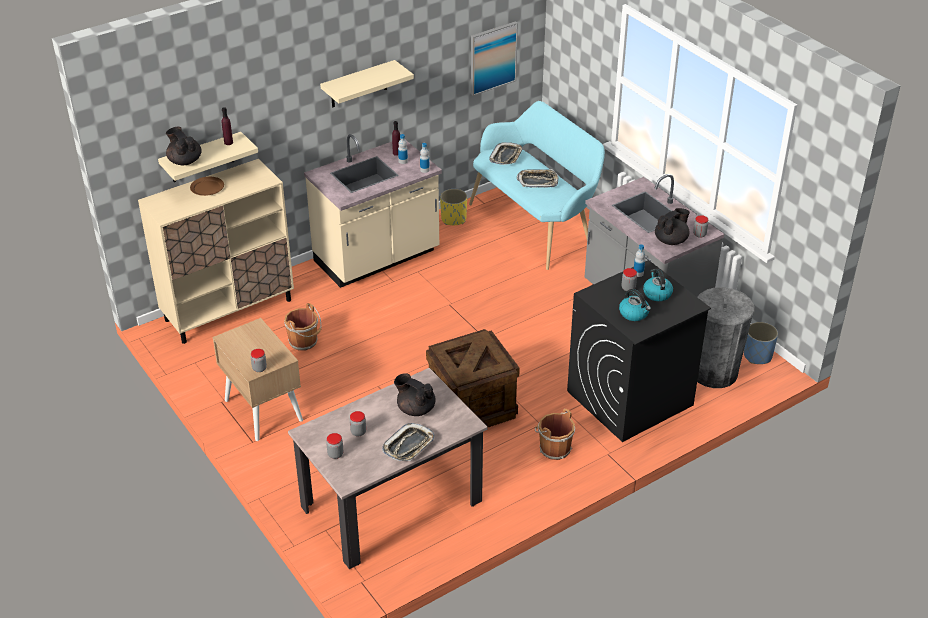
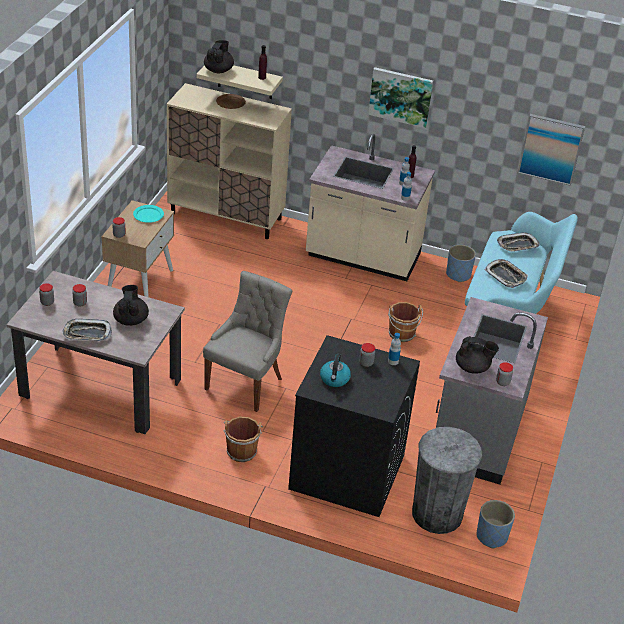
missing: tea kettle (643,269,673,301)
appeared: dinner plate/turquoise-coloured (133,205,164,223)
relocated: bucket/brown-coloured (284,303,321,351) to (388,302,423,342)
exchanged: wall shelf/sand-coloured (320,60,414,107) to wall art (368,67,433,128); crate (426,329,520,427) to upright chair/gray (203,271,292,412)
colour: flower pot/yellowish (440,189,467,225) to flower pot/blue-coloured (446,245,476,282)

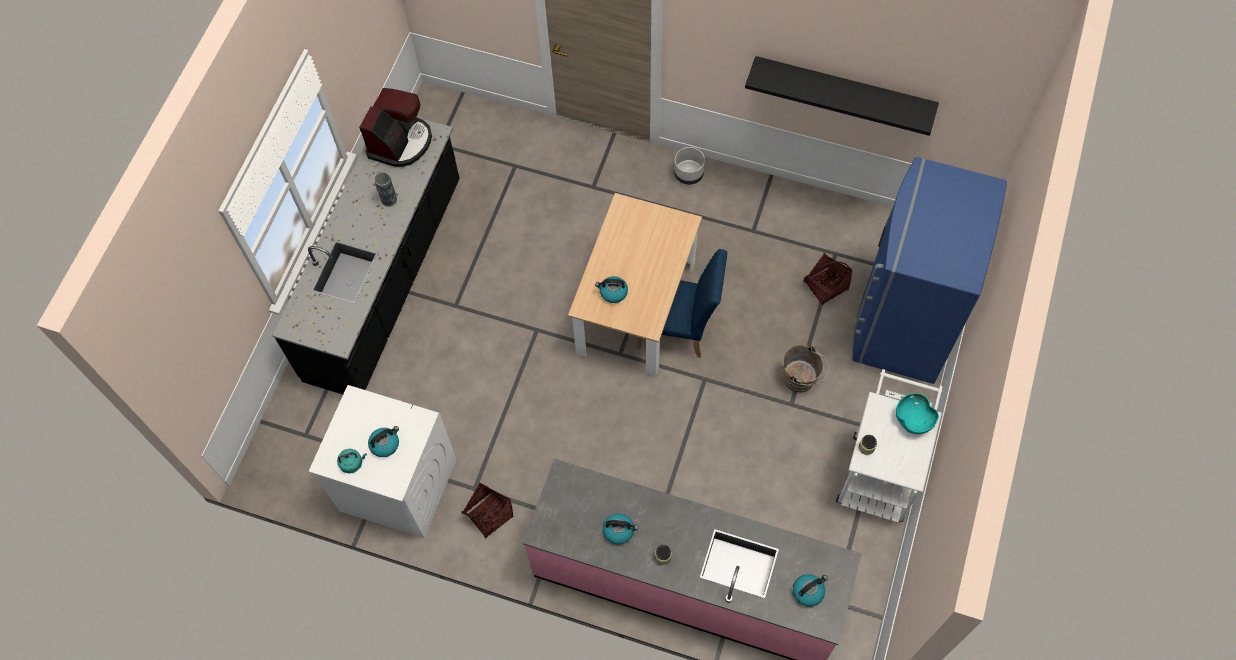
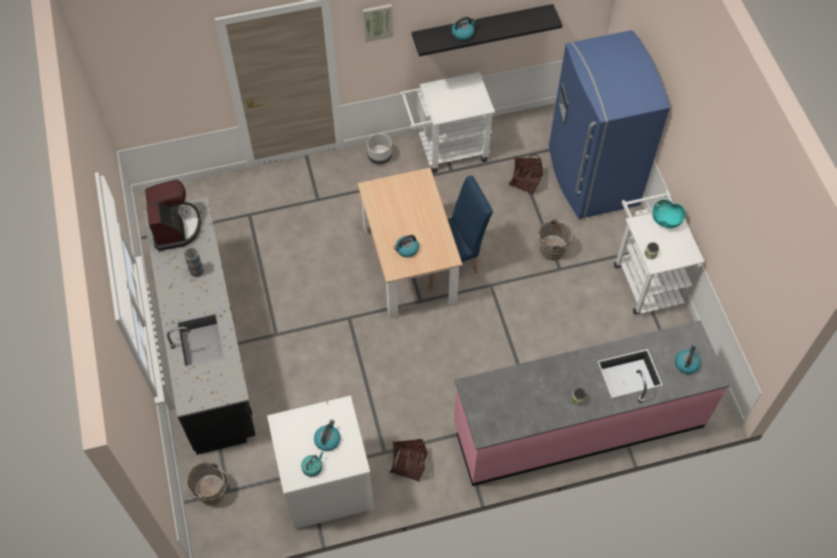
appeared: wall art (363,4,393,42); trolley/white-coloured (399,72,495,173); bucket/brown-coloured (186,462,228,505)
relocated: tea kettle (603,513,639,544) to (451,17,476,41)

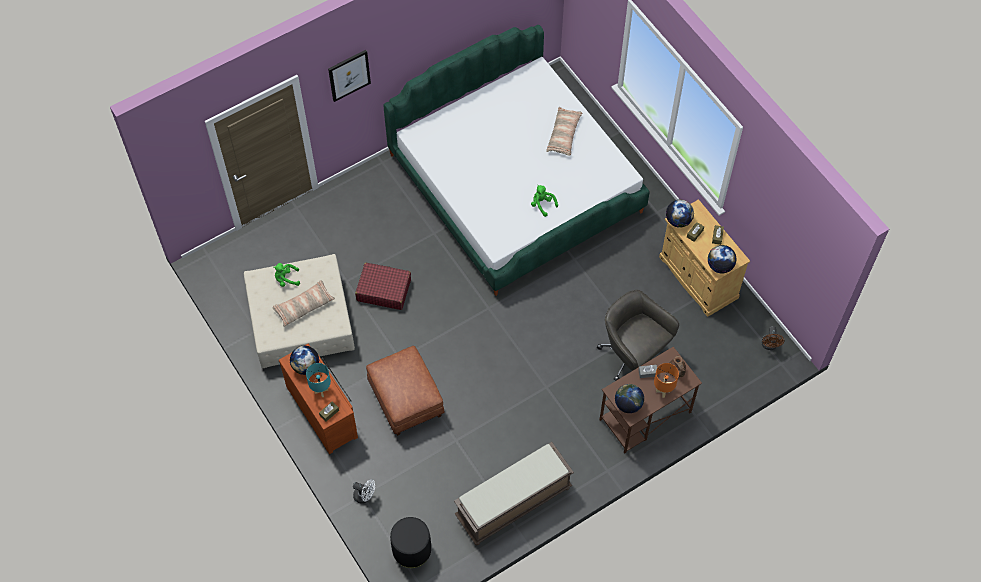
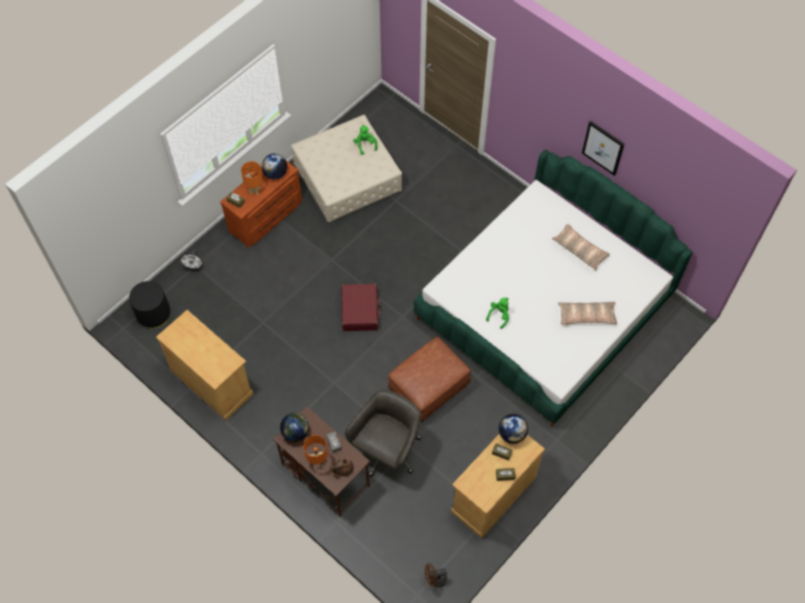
missing: world globe (708,245,737,274)
relocated: wall art (328,50,371,102) to (582,121,625,176); piece of luggage/red (355,263,411,310) to (342,284,380,331); pillow (272,280,335,327) to (552,224,610,270); ottoman/brown-coloured (366,346,445,436) to (388,337,471,422)
exchanged: indoor bench/brown-coloured (454,442,574,545) to cabinet/sand-coloured (156,310,253,420)
colour: tabletop lamp/turquoise-coloured (306,363,331,397) to tabletop lamp/orange (241,161,263,195)

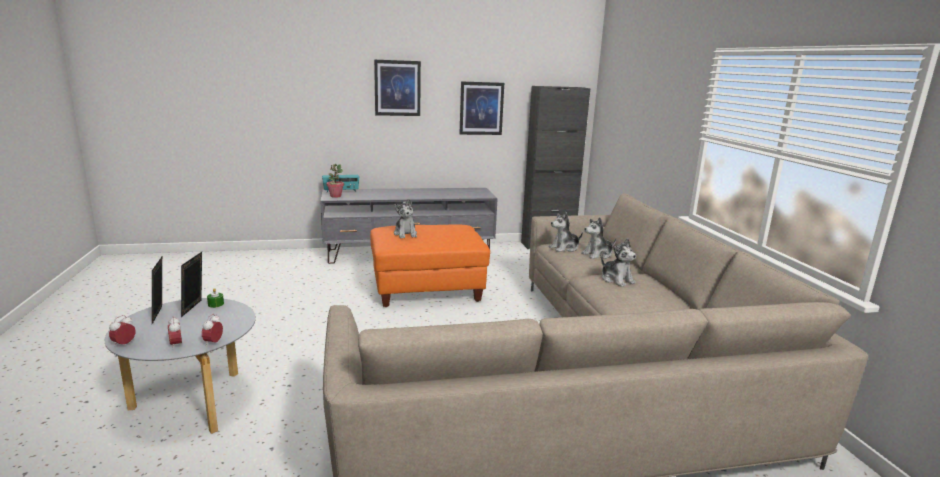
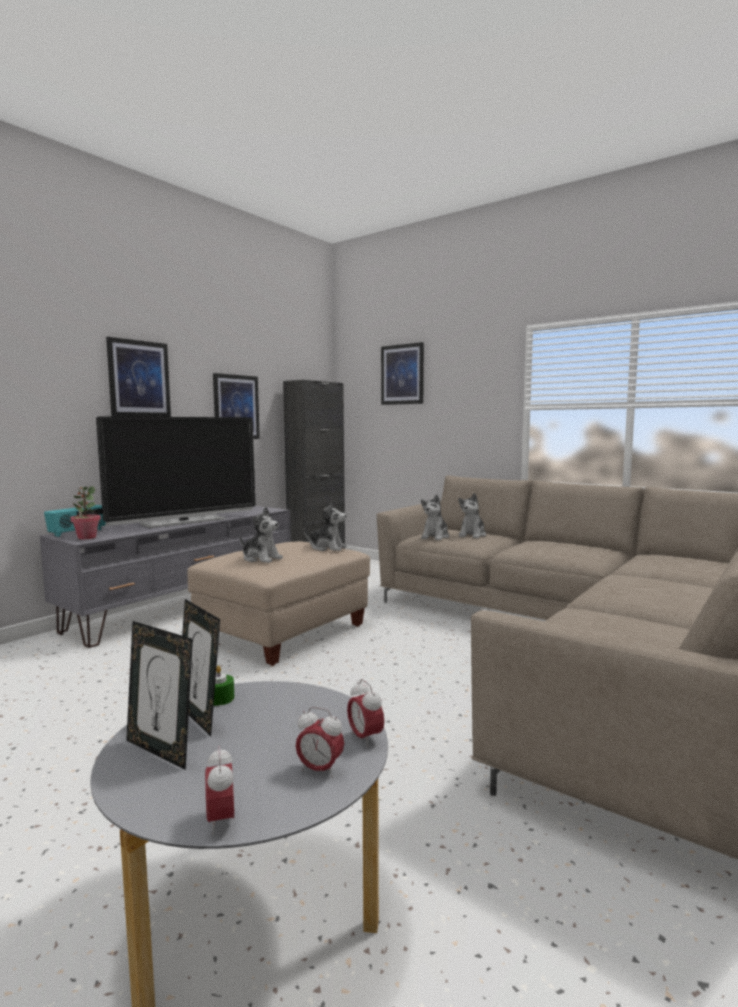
appeared: wall art (381,342,424,405); TV (96,416,255,528)
relocated: soft toy (601,238,636,287) to (304,500,347,551)
colour: ottoman/orange (370,224,490,307) to ottoman/sand-coloured (188,541,370,666)

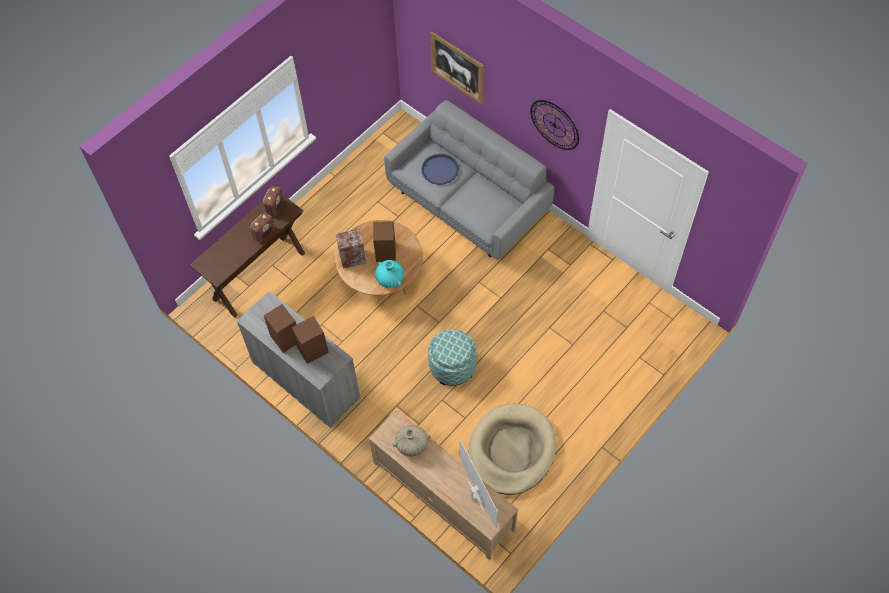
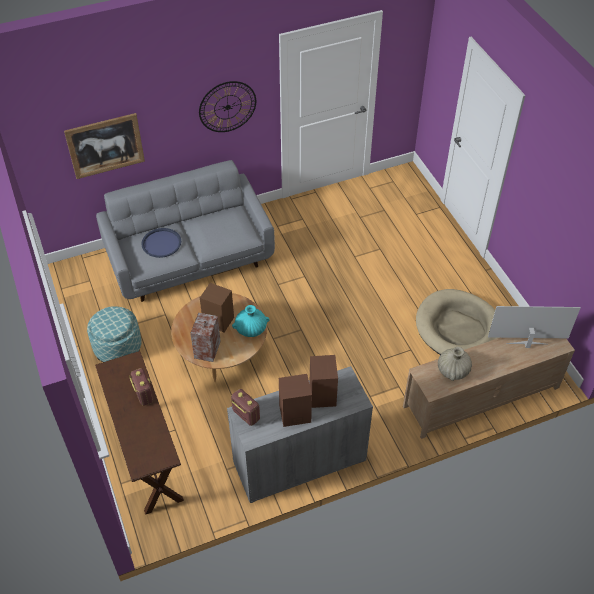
relocated: radio (263,186,284,217) to (230,389,260,426); ottoman (428,329,477,386) to (87,306,141,362)

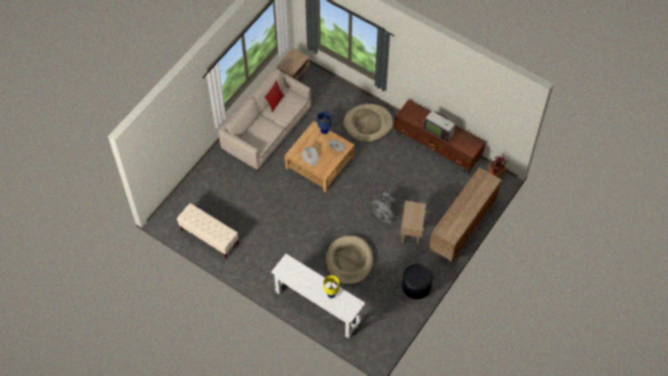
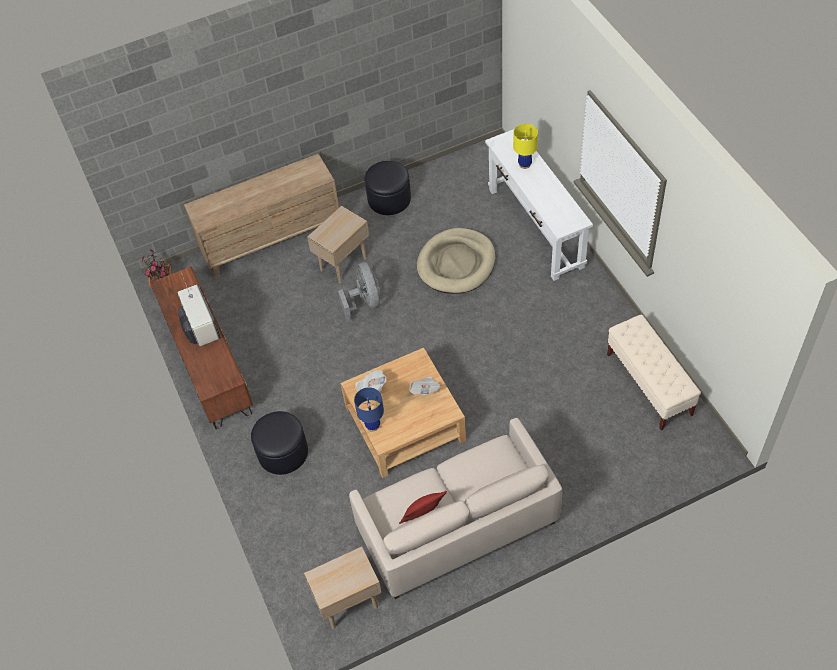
exchanged: pet bed/sand-coloured (343,104,393,142) to ottoman/blackish (251,411,308,475)

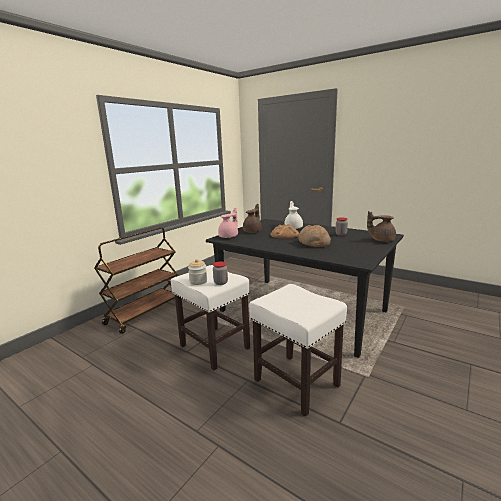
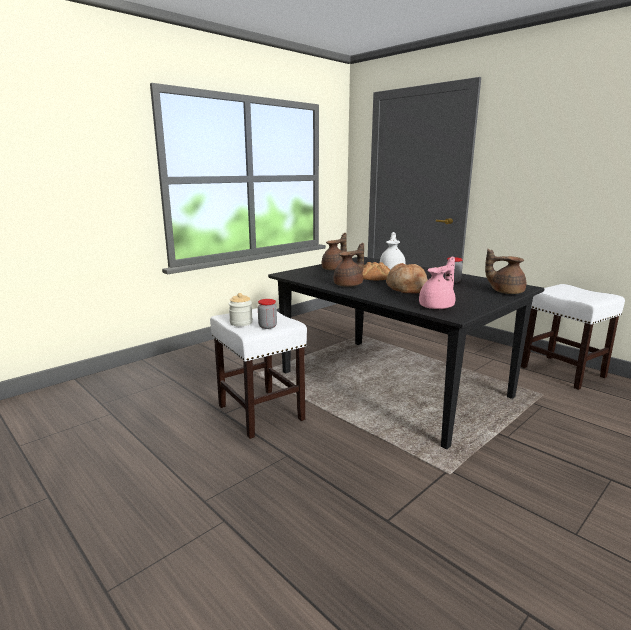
missing: trolley/brown-coloured (94,227,178,334)
appeared: pot for tea/brown-coloured (333,243,364,287)
relocated: pot for tea/pink (218,208,238,238) to (419,256,455,309); stool/white-coloured (249,284,347,417) to (521,284,625,390)

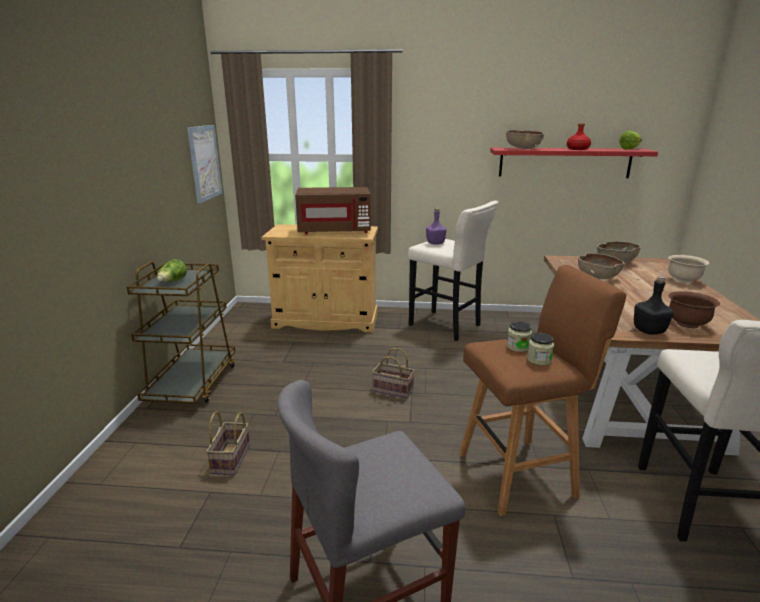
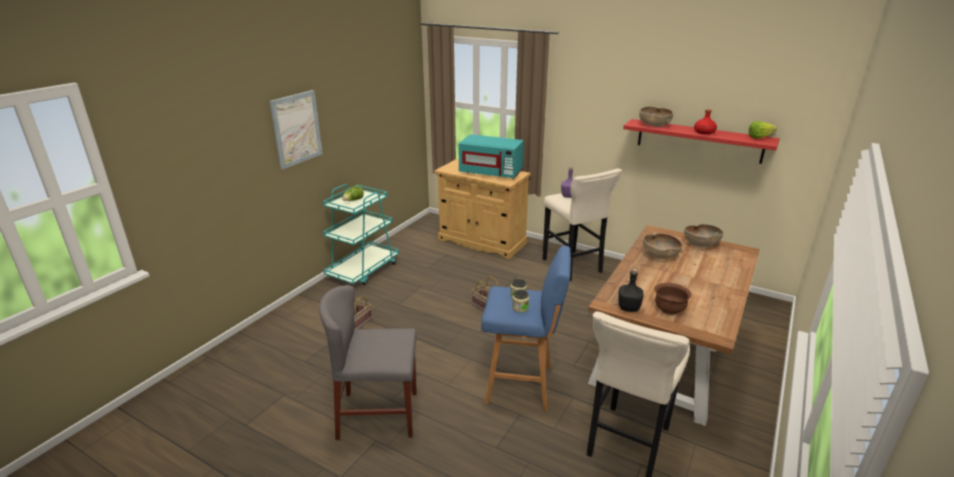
missing: deep dish/sand-coloured (668,255,709,283)
relocated: wall art (187,125,222,203) to (270,90,323,169)
colour: microwave oven/brown-coloured (295,187,371,234) to microwave oven/turquoise-coloured (458,134,524,179); trolley/brown-coloured (127,262,236,404) to trolley/turquoise-coloured (323,184,399,285); stool/brown-coloured (459,265,627,516) to stool/blue-coloured (481,246,571,411)

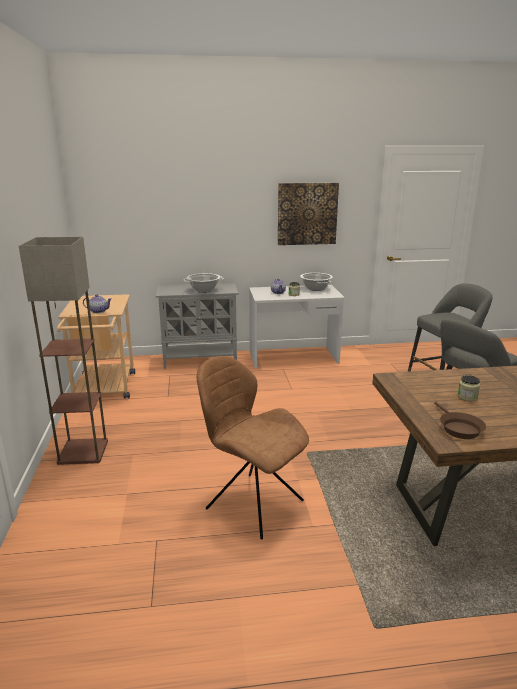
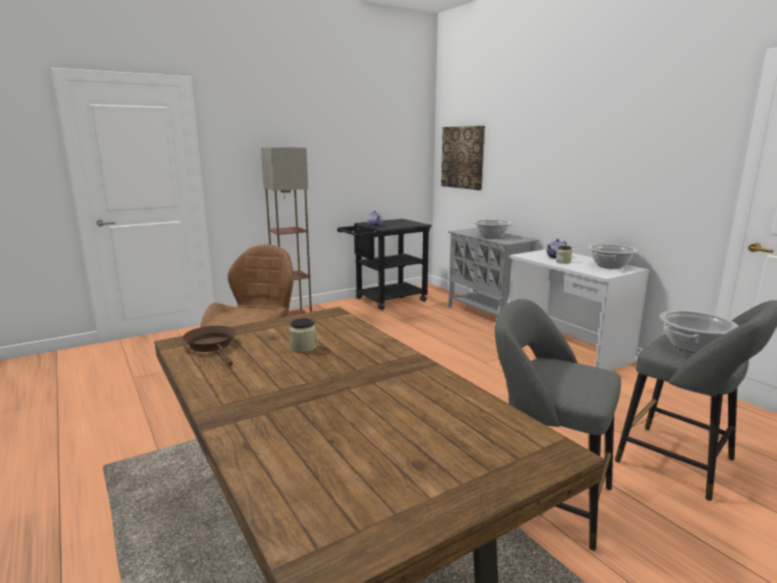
appeared: cooking pot (659,310,738,353)
relocated: wall art (278,183,339,245) to (441,126,485,190)
colour: trolley/sand-coloured (57,294,135,399) to trolley/blackish (337,219,432,310)
spun: skillet/brown-coloured (434,402,486,439) = (183,326,236,366) 90 degrees clockwise

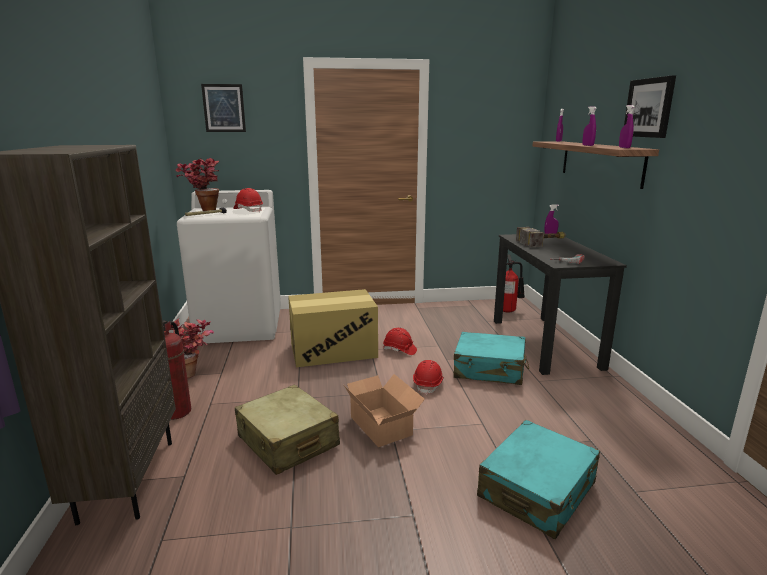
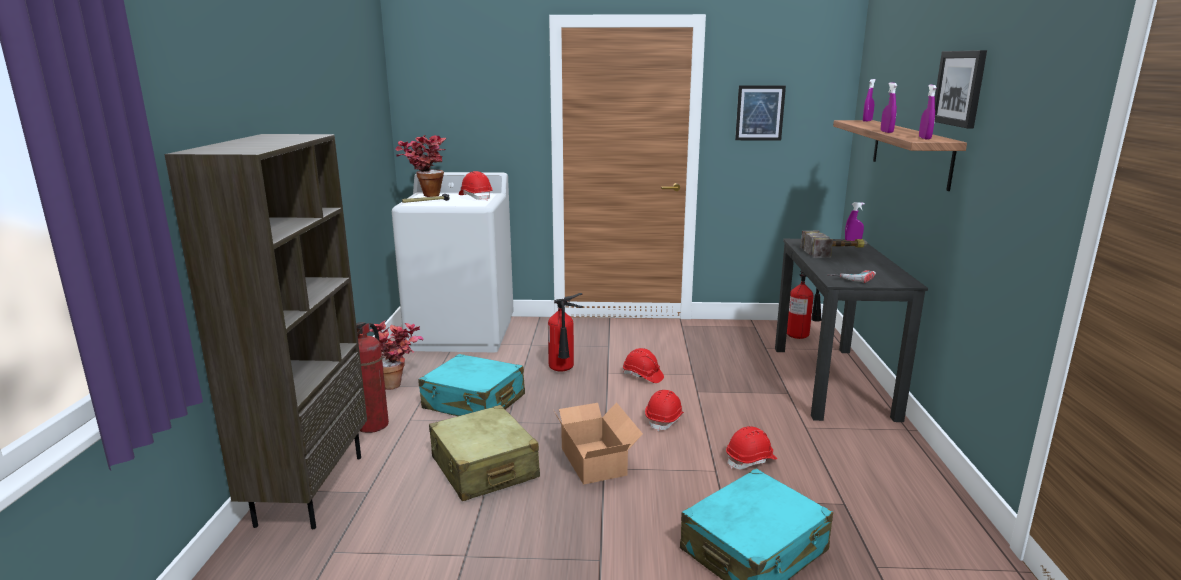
appeared: hard hat/red (726,426,777,469)
relocated: wall art (201,84,246,132) to (735,86,786,141); piece of luggage/turquoise-coloured (454,332,529,385) to (418,354,525,416)
exchanged: cardboard box (288,289,378,367) to extinguisher (548,293,583,372)

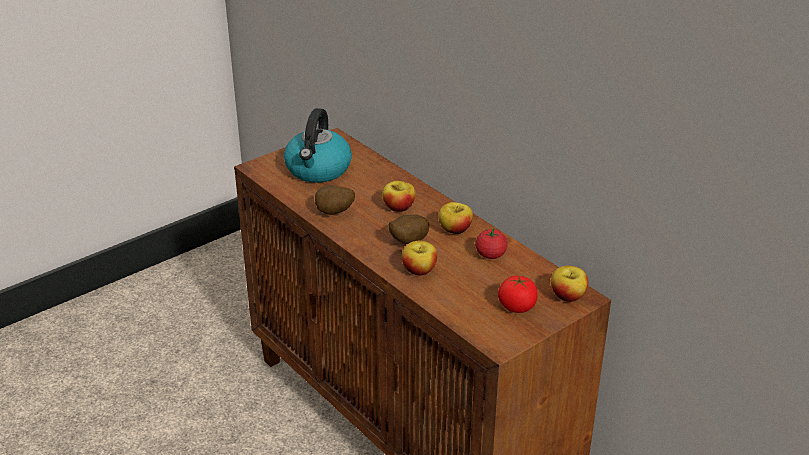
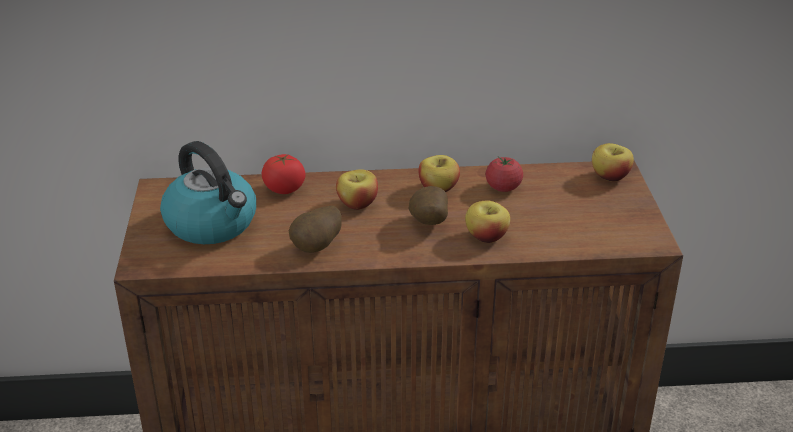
relocated: fresh tomato (498,276,538,313) to (262,154,305,194)

